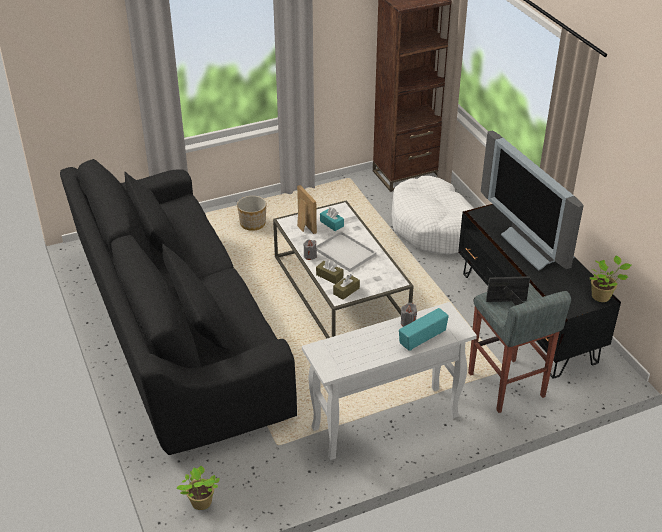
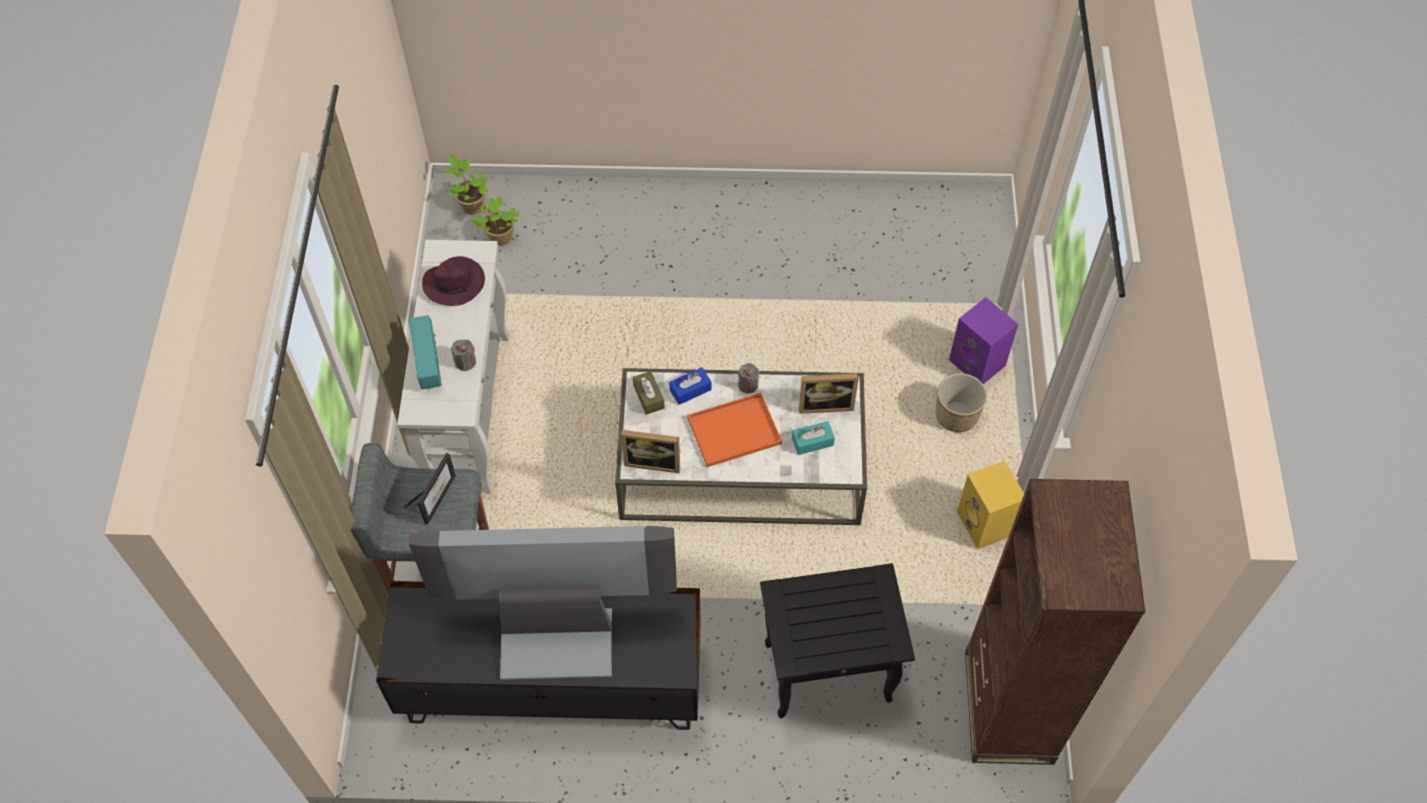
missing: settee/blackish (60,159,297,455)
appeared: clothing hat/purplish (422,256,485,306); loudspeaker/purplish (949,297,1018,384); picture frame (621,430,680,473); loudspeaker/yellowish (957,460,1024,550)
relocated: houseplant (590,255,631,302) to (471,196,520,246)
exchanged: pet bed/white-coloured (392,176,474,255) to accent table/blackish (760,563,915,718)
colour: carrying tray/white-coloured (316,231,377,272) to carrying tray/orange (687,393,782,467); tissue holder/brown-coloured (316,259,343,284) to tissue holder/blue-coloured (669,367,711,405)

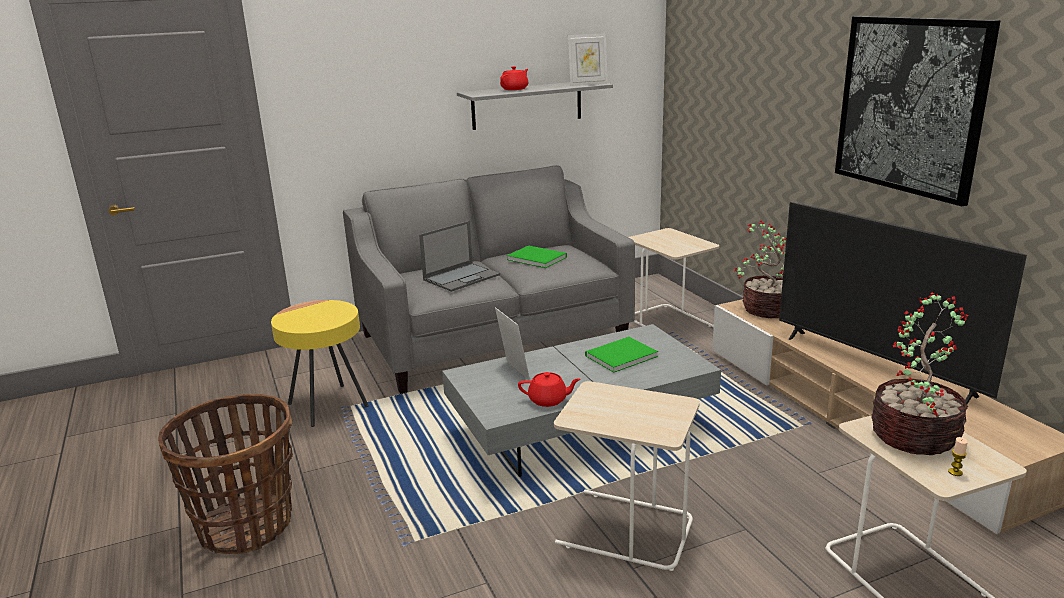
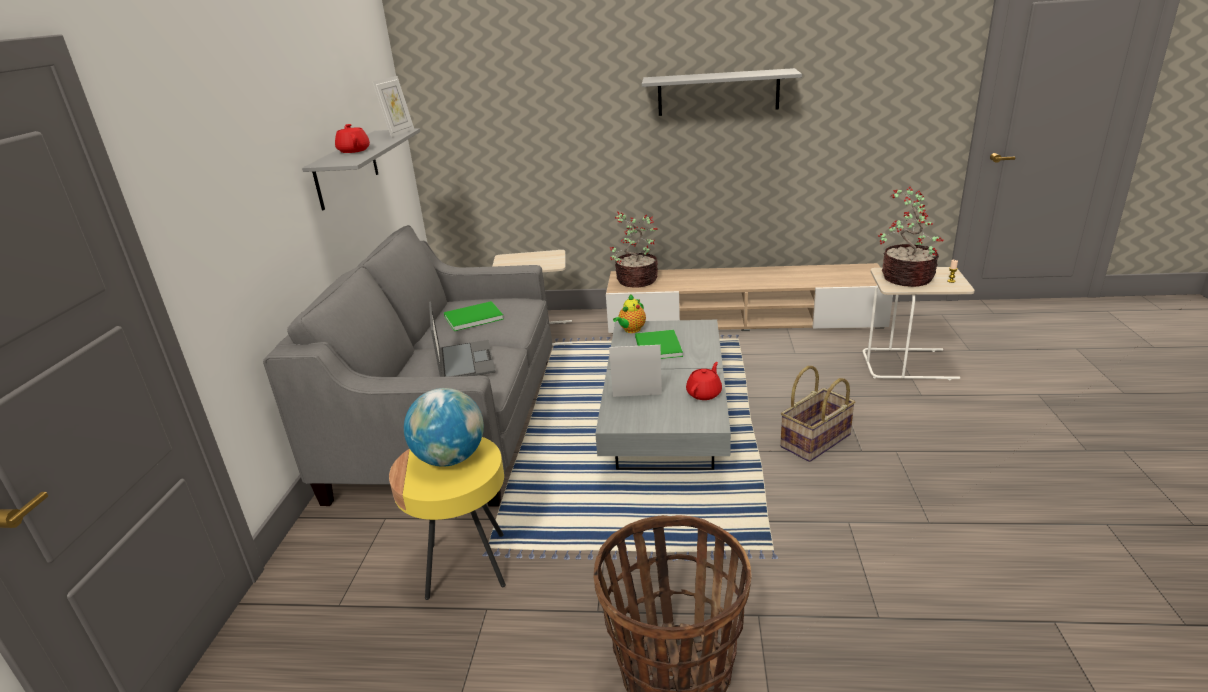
missing: TV (779,202,1027,404)
appeared: pot for tea (613,294,646,333); world globe (404,388,484,467)
exchanged: wall art (835,16,1000,207) to wall shelf/gray (642,68,802,116); accent table/sand-coloured (554,381,700,571) to basket (780,366,855,462)

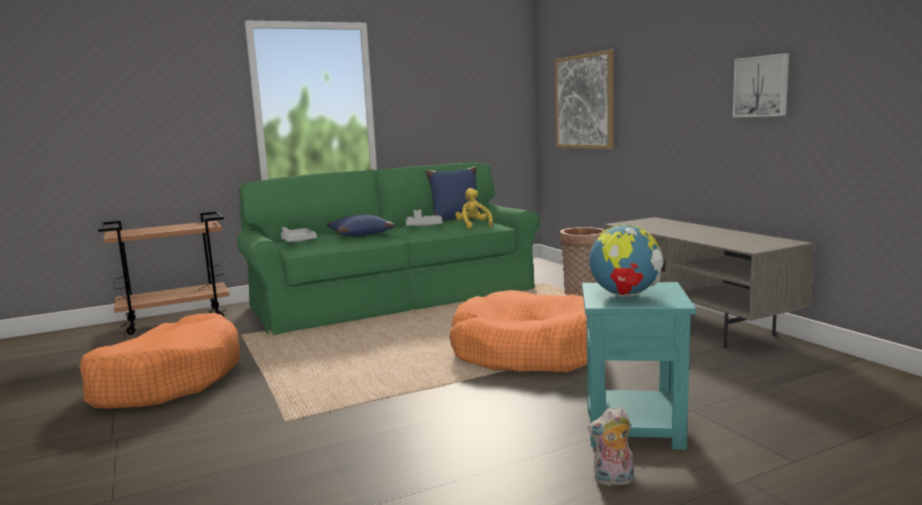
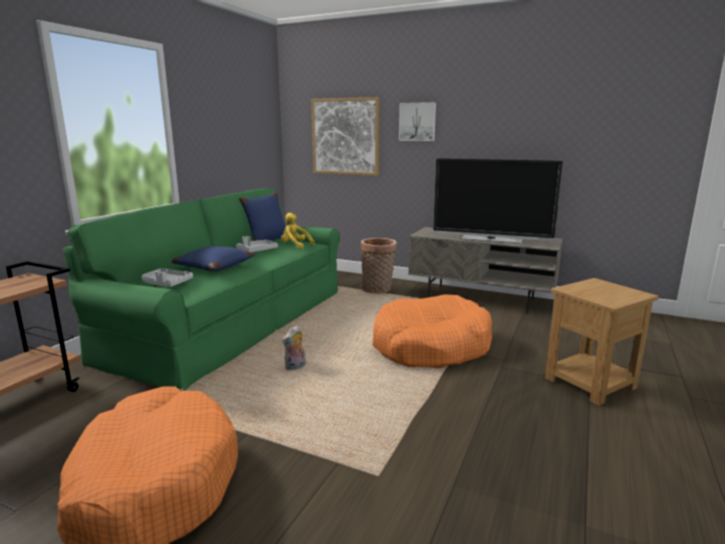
missing: world globe (589,225,665,297)
appeared: TV (433,158,563,244)
relocated: wall art (733,53,789,117) to (399,102,436,141); soft toy (587,406,634,486) to (282,325,306,370)
colour: accent table/turquoise-coloured (582,282,696,450) to accent table/brown-coloured (545,278,659,406)

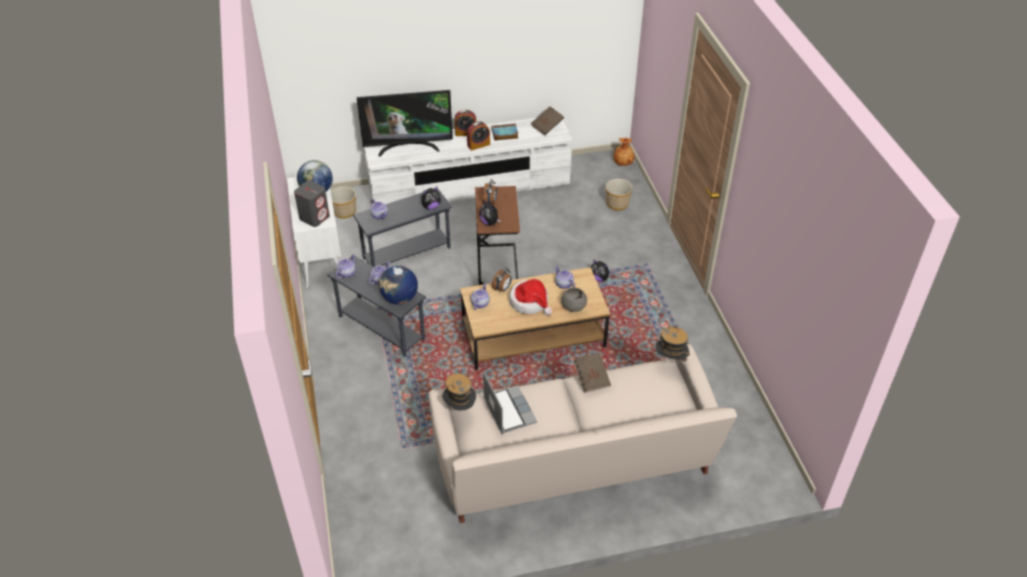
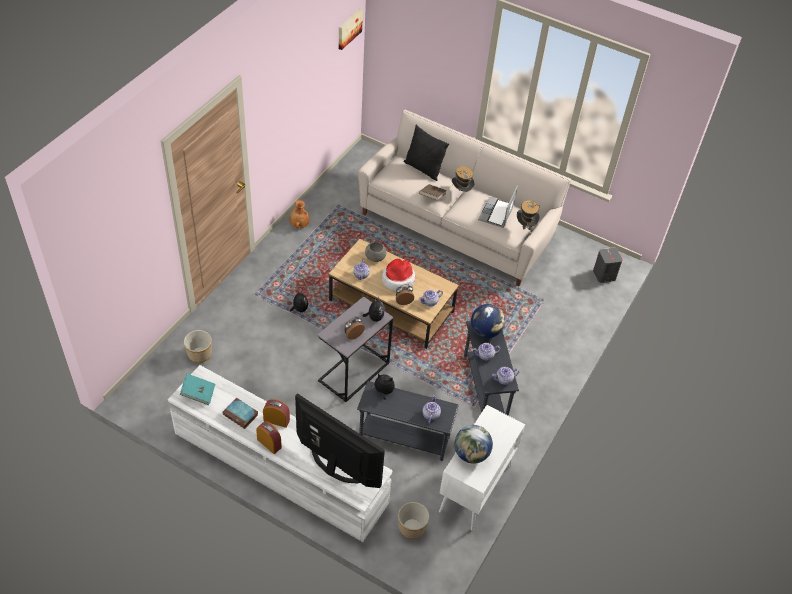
appeared: wall art (339,9,363,50); pillow/blackish (404,124,449,181)
relocated: flower vase/brown-coloured (613,137,635,166) to (290,200,309,228); loudspeaker/gray (294,180,330,227) to (593,248,623,283); clothing hat (655,325,690,361) to (452,166,475,192)
colour: volume/brown-coloured (531,106,564,136) to volume/turquoise-coloured (180,373,215,405); accent table/brown-coloured (475,186,520,285) to accent table/gray (317,296,393,402)

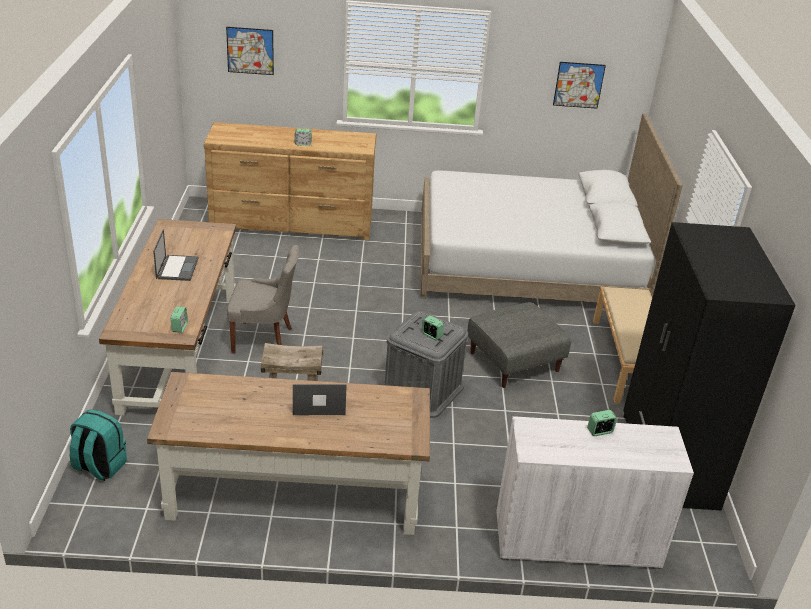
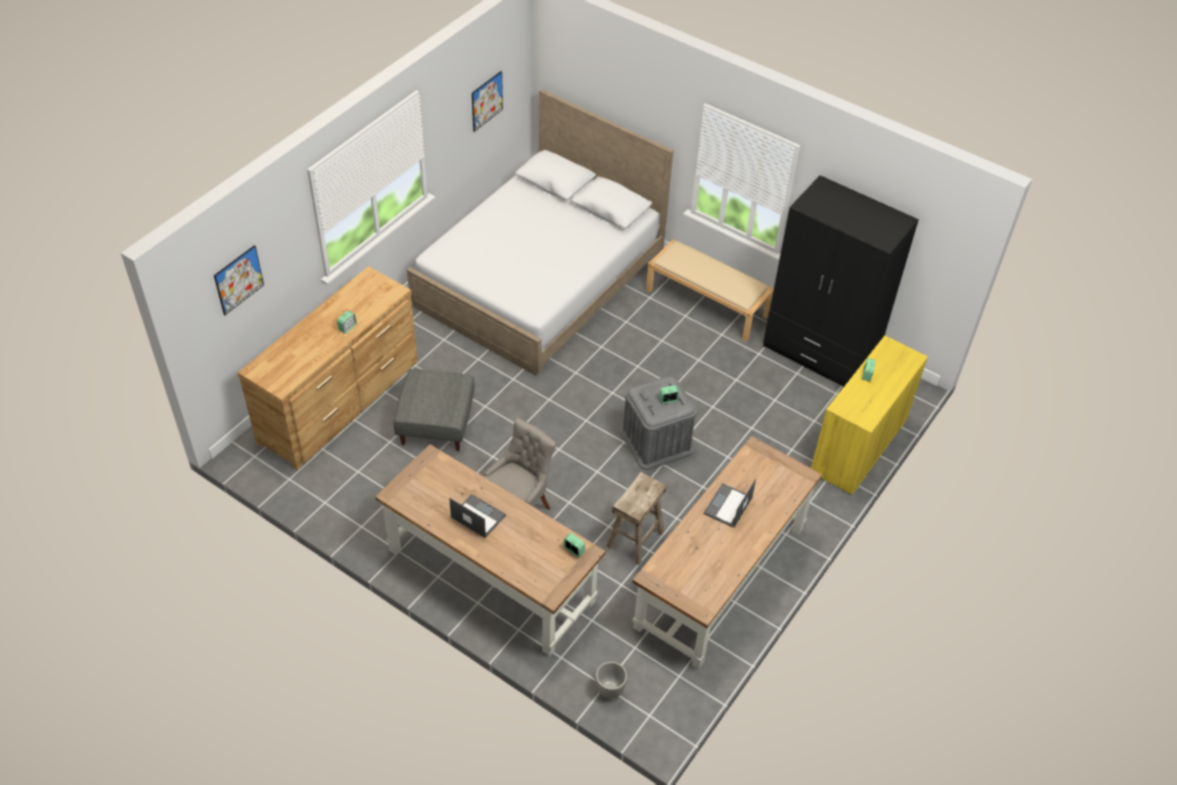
relocated: ottoman/gray (467,302,571,388) to (394,369,474,451)
exchanged: backpack/turquoise-coloured (70,409,127,481) to flower pot/gray (595,661,627,699)
colour: cabinet/white-coloured (497,416,694,569) to cabinet/yellowish (811,336,928,495)

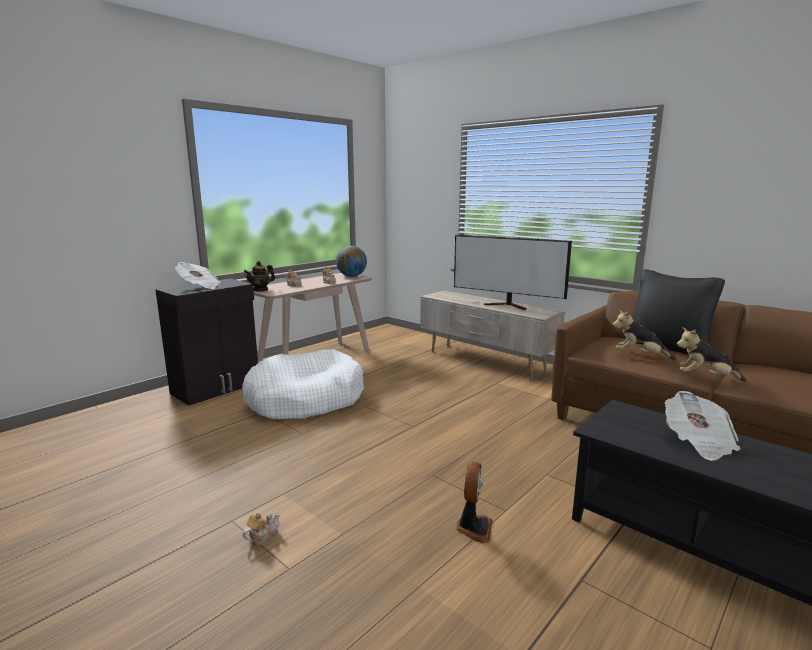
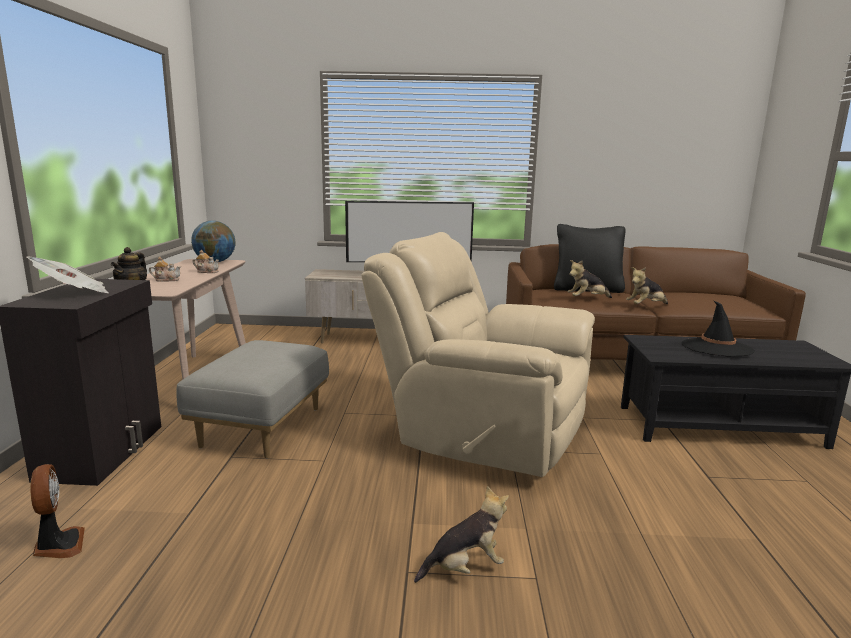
appeared: lounge chair/sand-coloured (361,232,595,477)
relocated: fan (456,462,492,543) to (30,464,85,558)
exchanged: pet bed/white-coloured (242,349,364,419) to ottoman/gray (176,340,329,458); newspaper (665,391,740,461) to clothing hat/blackish (682,301,755,356); pot for tea (243,513,280,546) to soft toy (414,486,509,583)

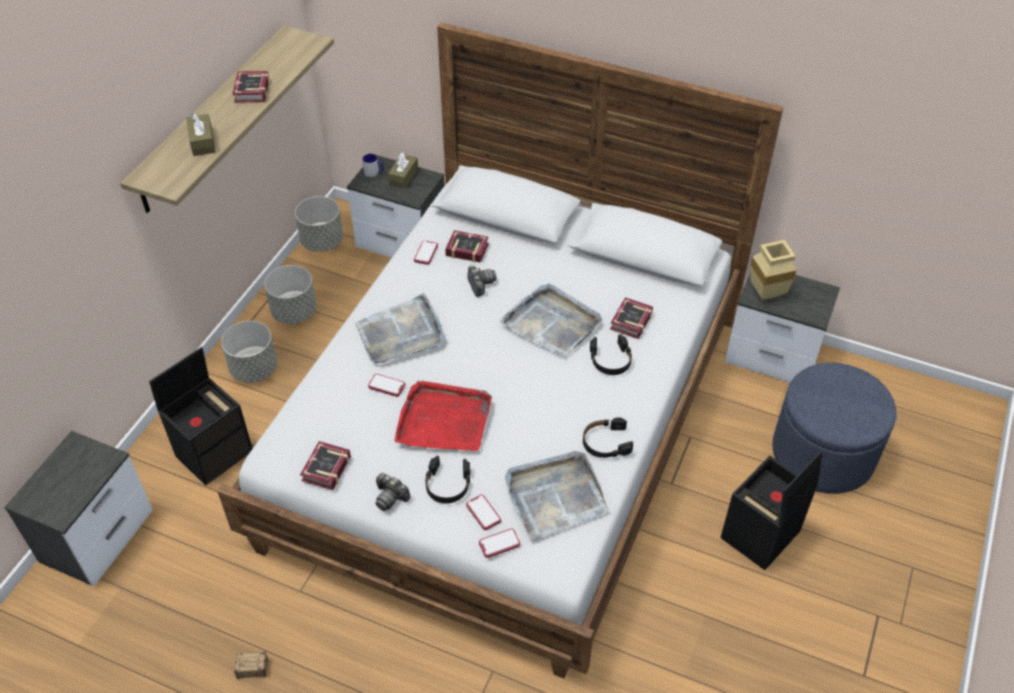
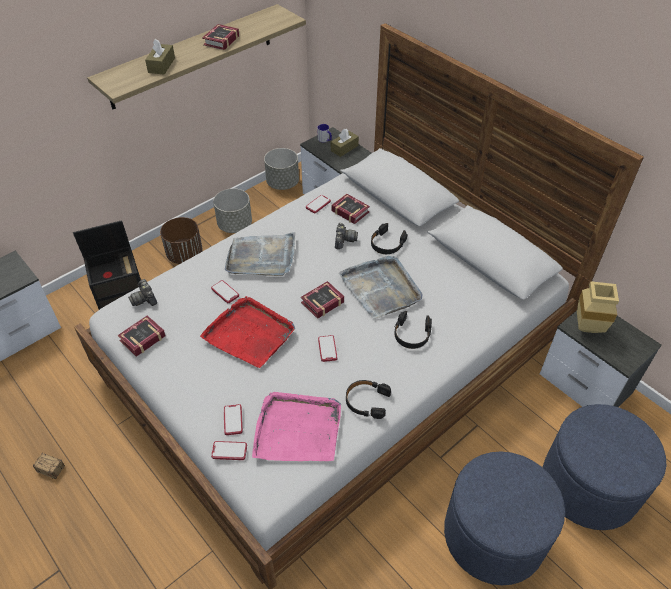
appeared: phone (318,335,337,362)
relocated: volume (610,297,653,339) to (301,281,344,319); pair of headphones/blackish (425,456,470,504) to (371,223,408,254); photo camera (375,473,410,511) to (128,279,157,306)
exchanged: storage bin/blackish (720,450,823,570) to ottoman/blue-coloured (444,451,565,585)
colour: flower pot/gray (221,321,277,383) to flower pot/brown-coloured (160,217,203,264); carrying tray/gray (505,451,609,539) to carrying tray/pink (252,392,341,461)

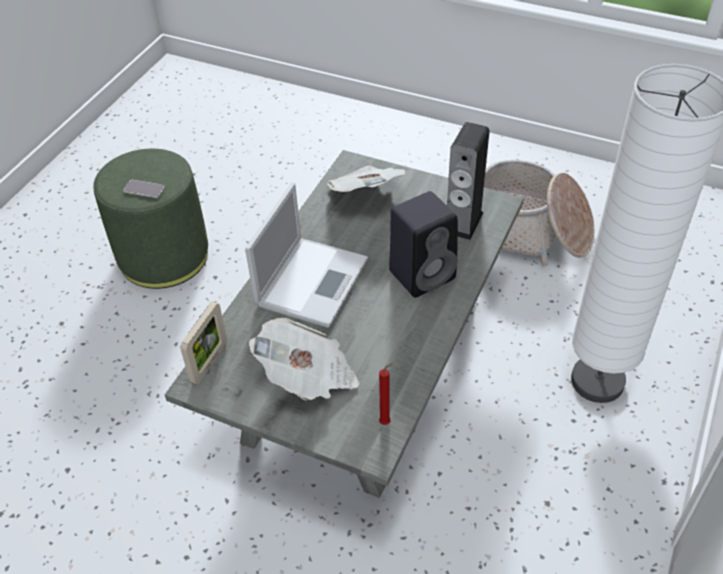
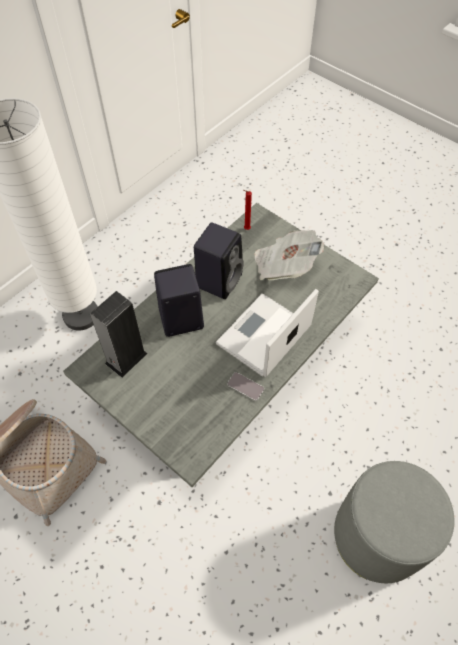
missing: newspaper (327,165,406,192); picture frame (180,302,227,385)
appeared: loudspeaker/blackish (194,222,244,299)
relocated: phone (123,180,165,198) to (227,372,264,401)
colour: ottoman/green (93,149,208,289) to ottoman/gray (334,461,454,583)

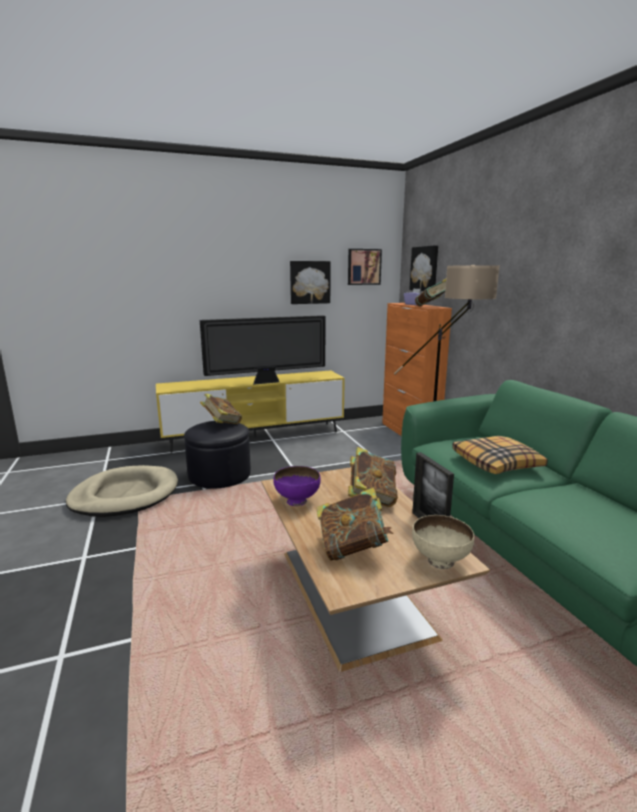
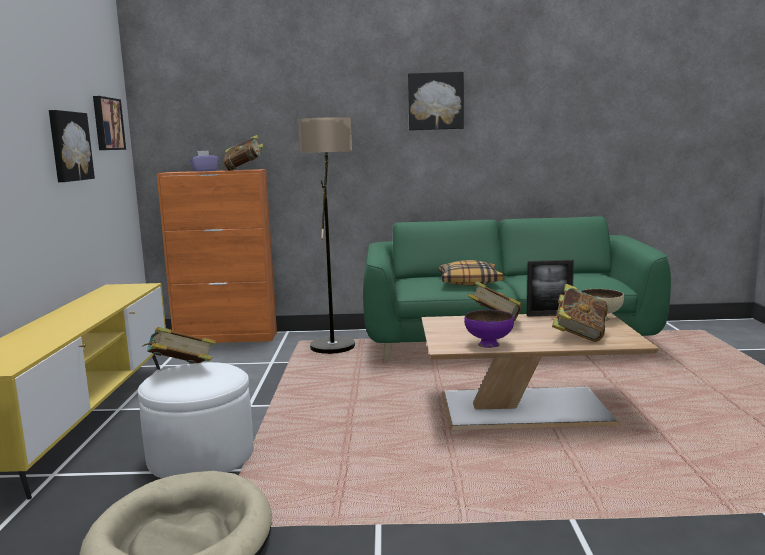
missing: TV (200,315,325,385)
relocated: wall art (409,245,438,291) to (408,72,464,130)
colour: ottoman/blackish (184,421,251,489) to ottoman/white-coloured (138,362,254,478)

